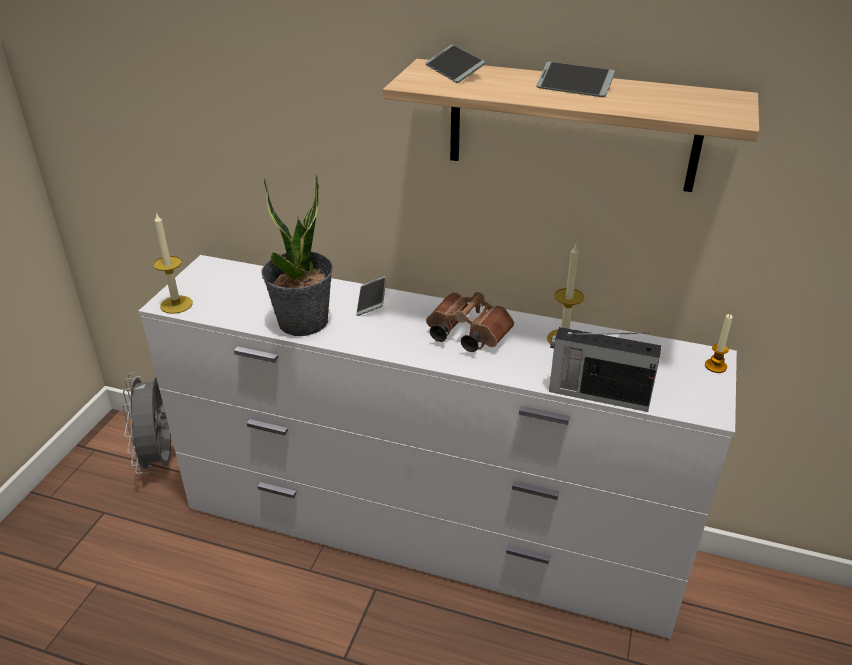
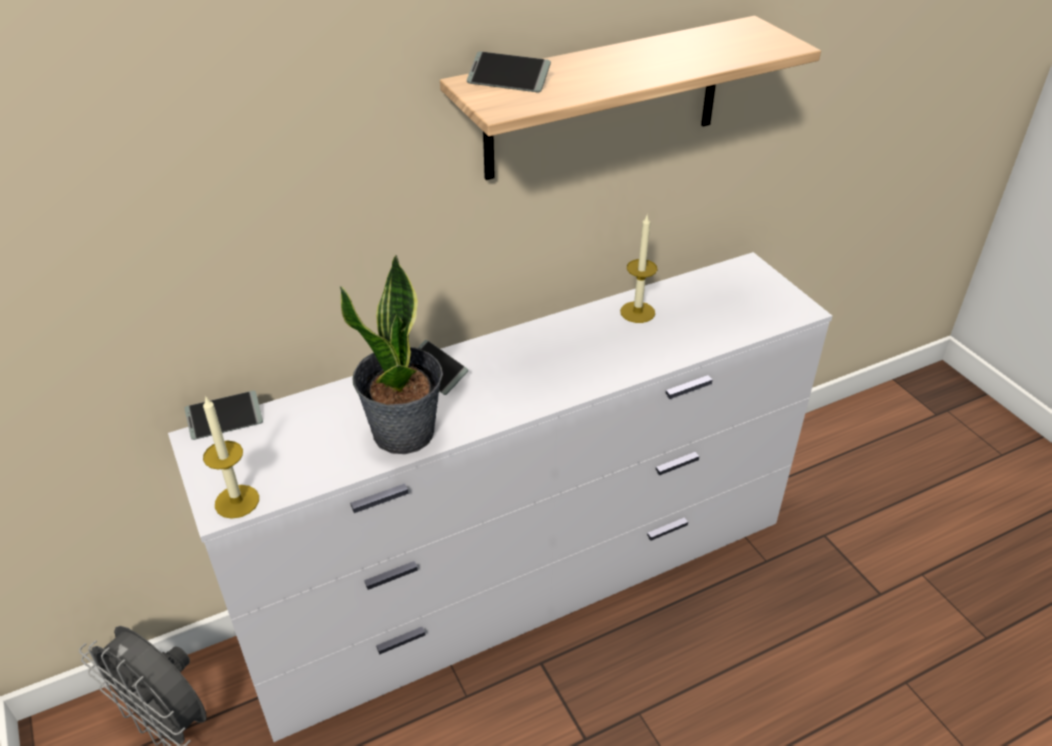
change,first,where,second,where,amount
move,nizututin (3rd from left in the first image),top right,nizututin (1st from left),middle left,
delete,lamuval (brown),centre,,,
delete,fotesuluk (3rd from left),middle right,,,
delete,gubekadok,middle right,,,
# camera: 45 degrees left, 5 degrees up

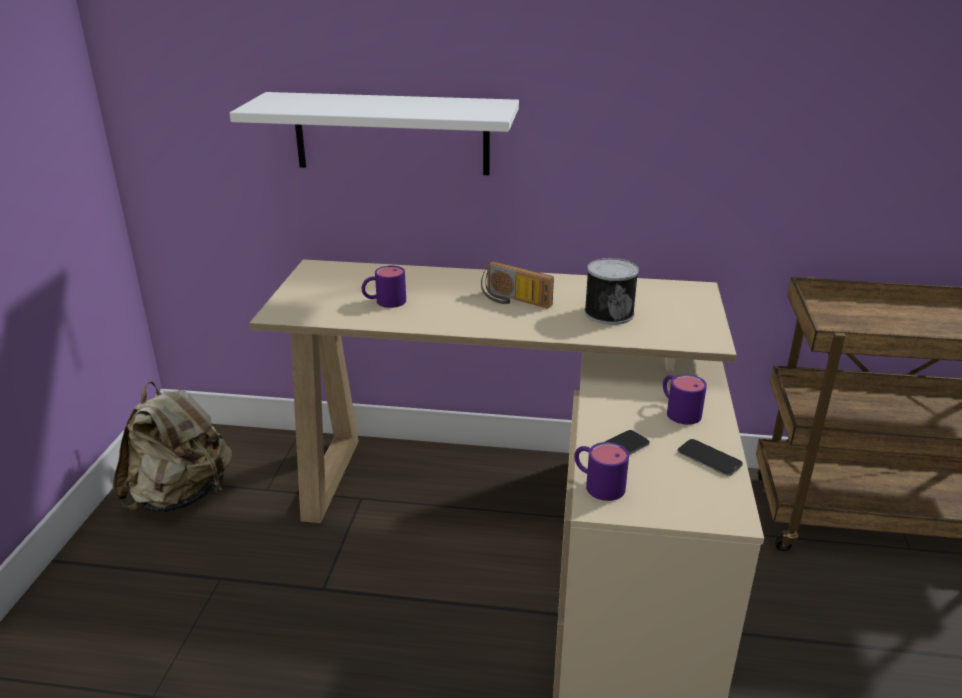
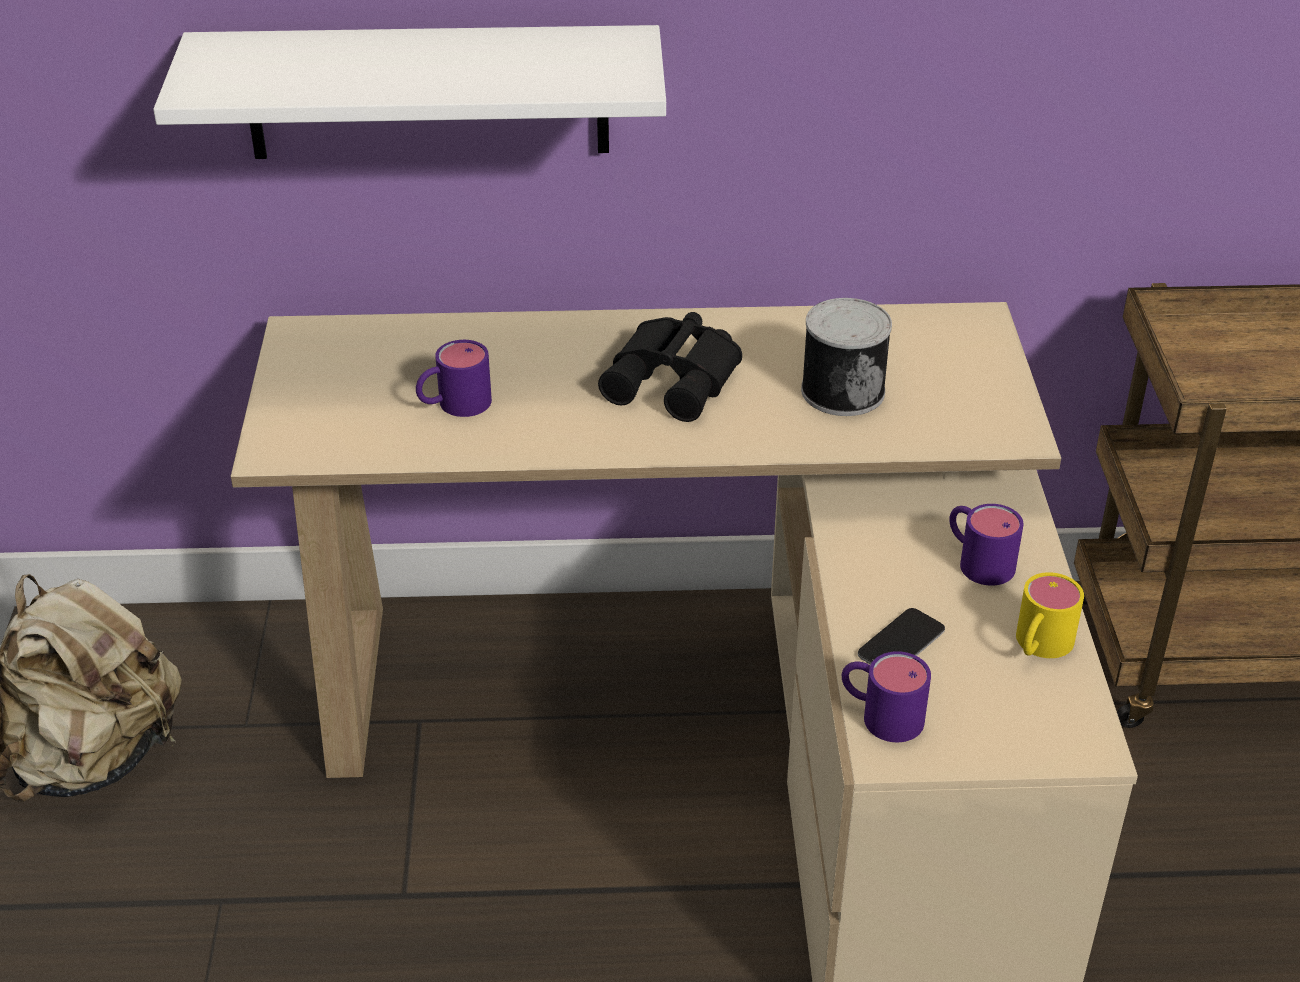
change,first,where,second,where,amount
replace,gubekadok,centre,lamuval (black),centre,
replace,nizututin (2nd from left),middle right,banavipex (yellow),middle right,
# camera: 10 degrees left, 10 degrees up

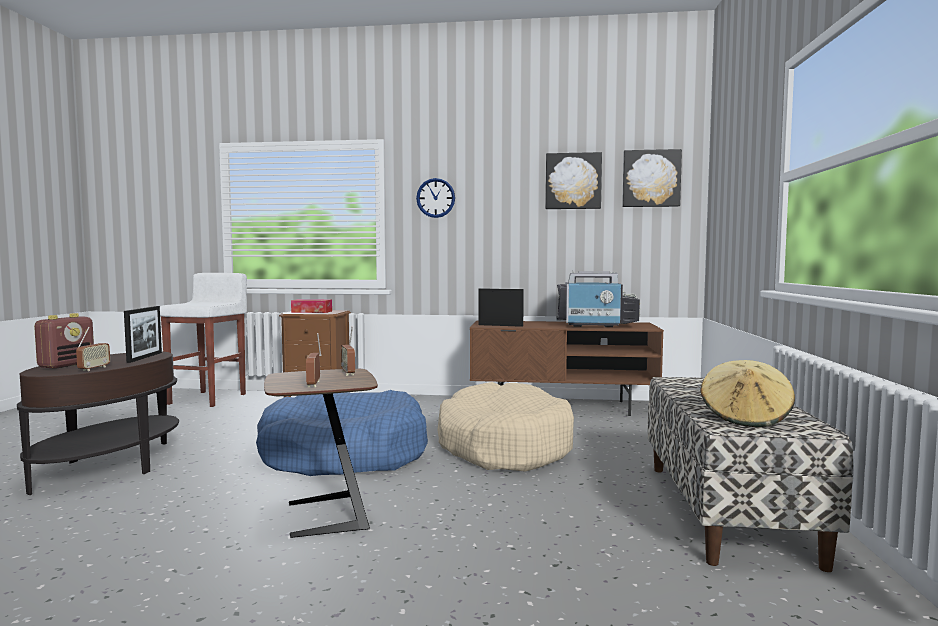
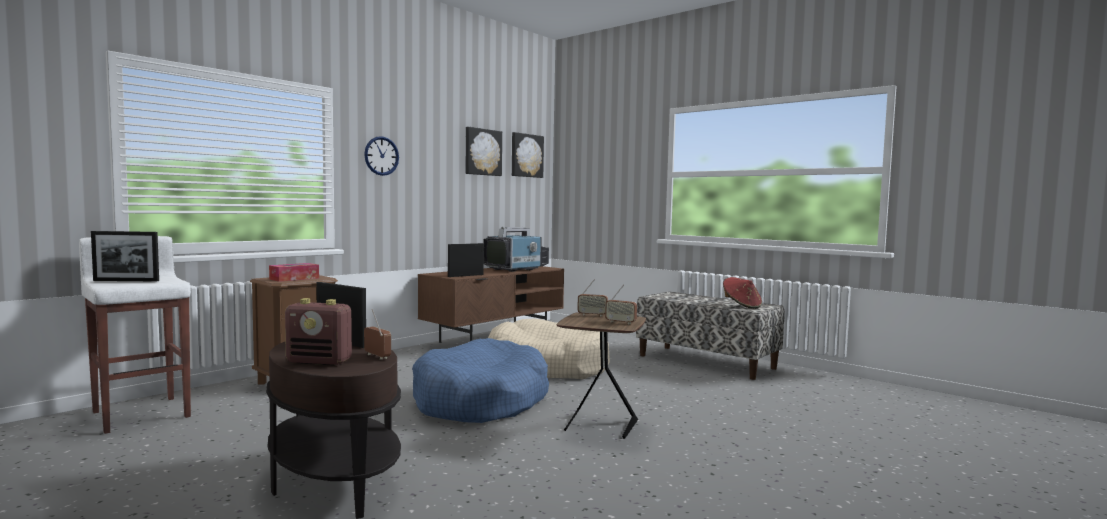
change,first,where,second,where,amount
rotate,gubekadok (1st from left),middle left,,middle left,135 degrees clockwise
recolor,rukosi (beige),middle right,rukosi (red),middle right,
insert,,,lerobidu (1st from left),middle left,
# camera: 55 degrees left, 0 degrees up

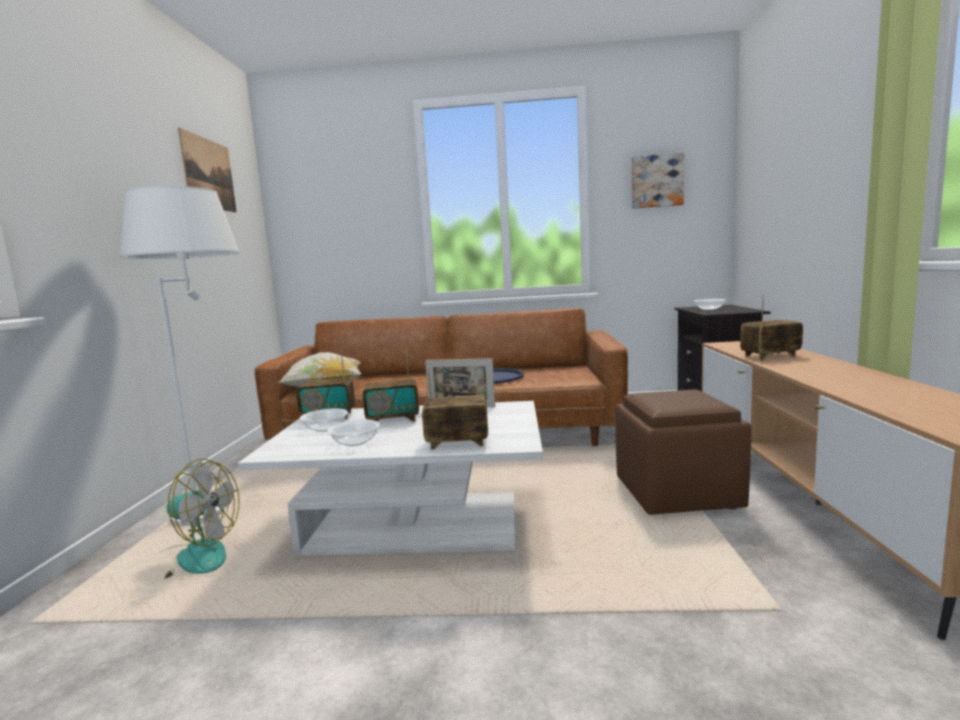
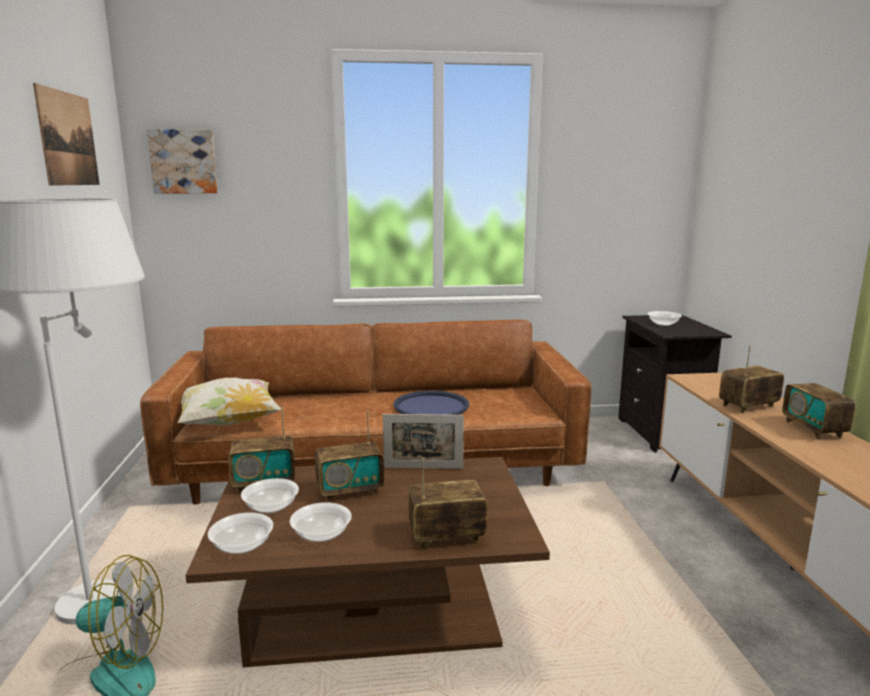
change,first,where,second,where,amount
move,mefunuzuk (2nd from left),top right,,top left,
delete,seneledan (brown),middle right,,,
recolor,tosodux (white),centre,tosodux (brown),bottom centre,
insert,,,gubekadok (5th from left),middle right,
insert,,,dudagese (1st from left),bottom left,
# camera: 10 degrees left, 5 degrees up

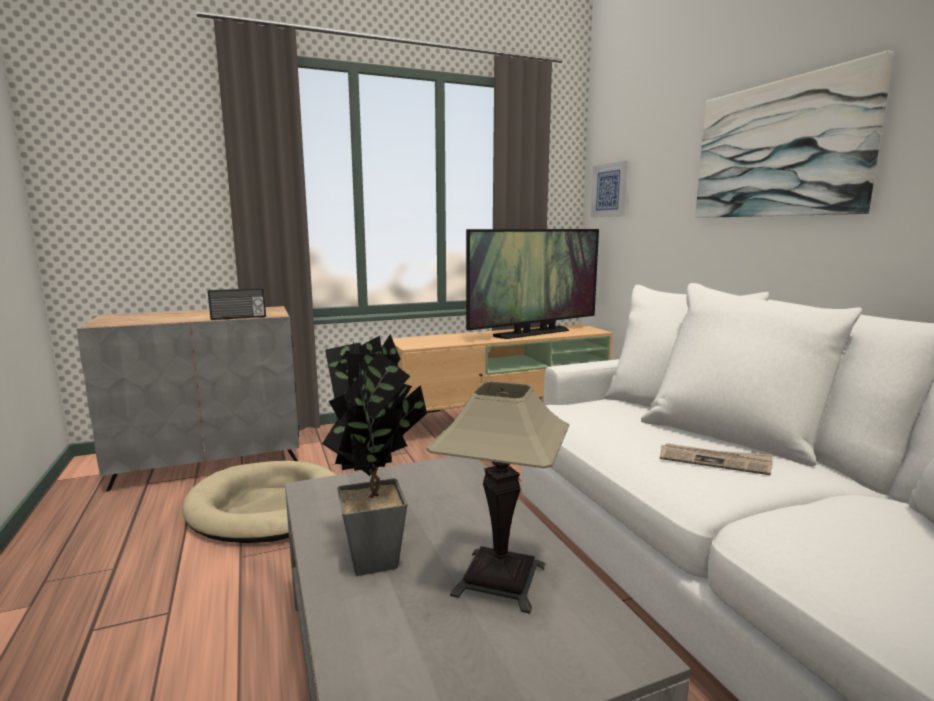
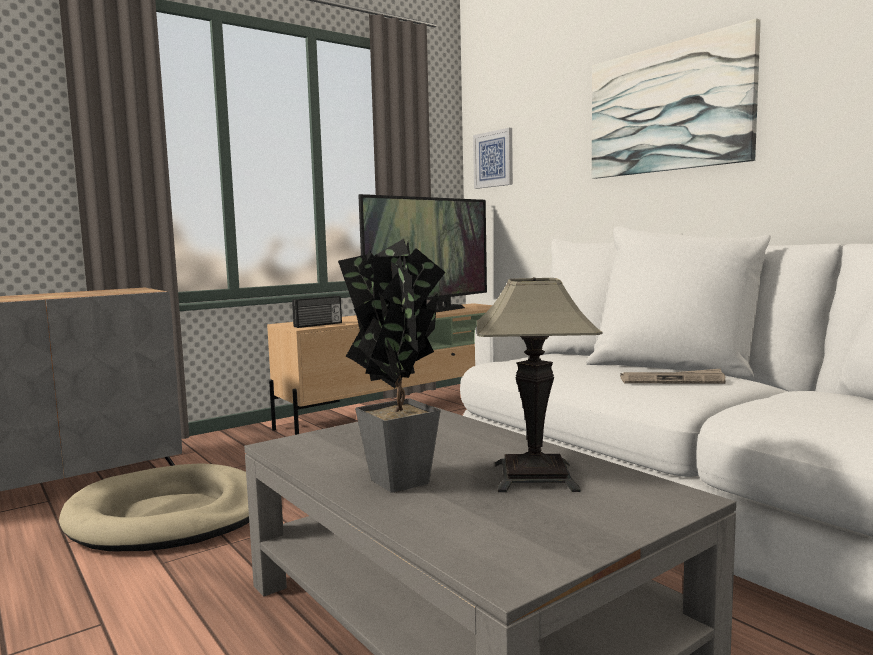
change,first,where,second,where,amount
move,gubekadok,middle left,,centre,
# camera: 15 degrees left, 5 degrees down

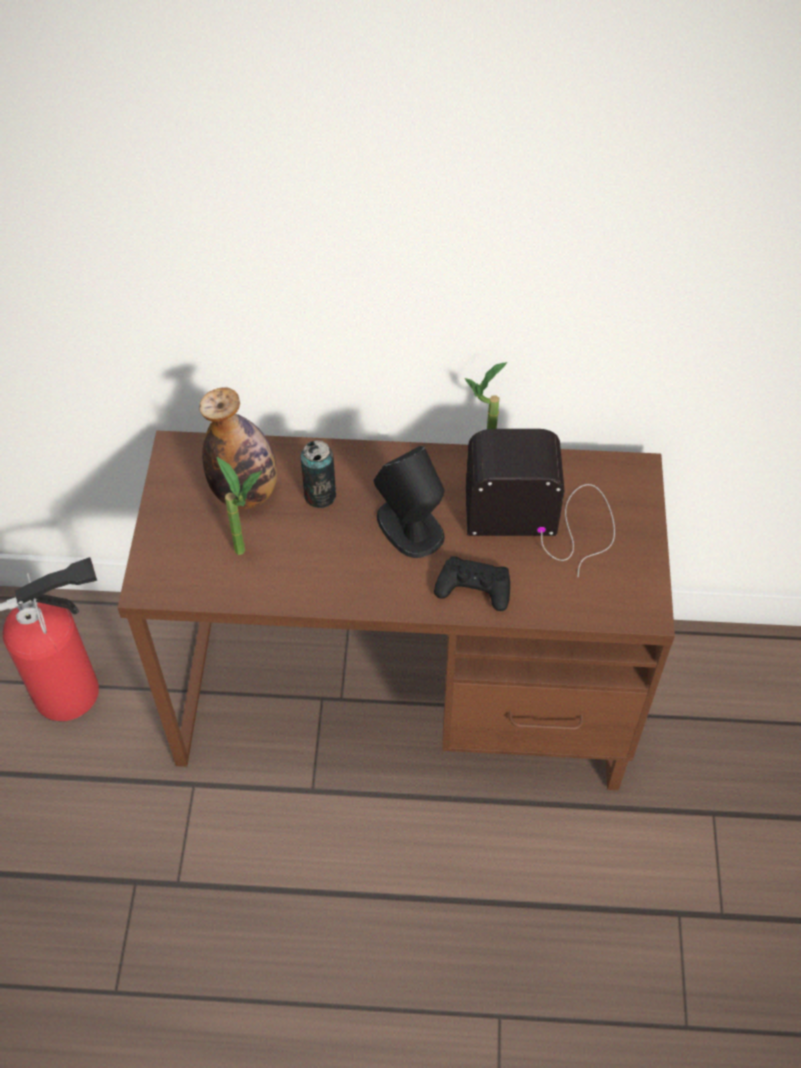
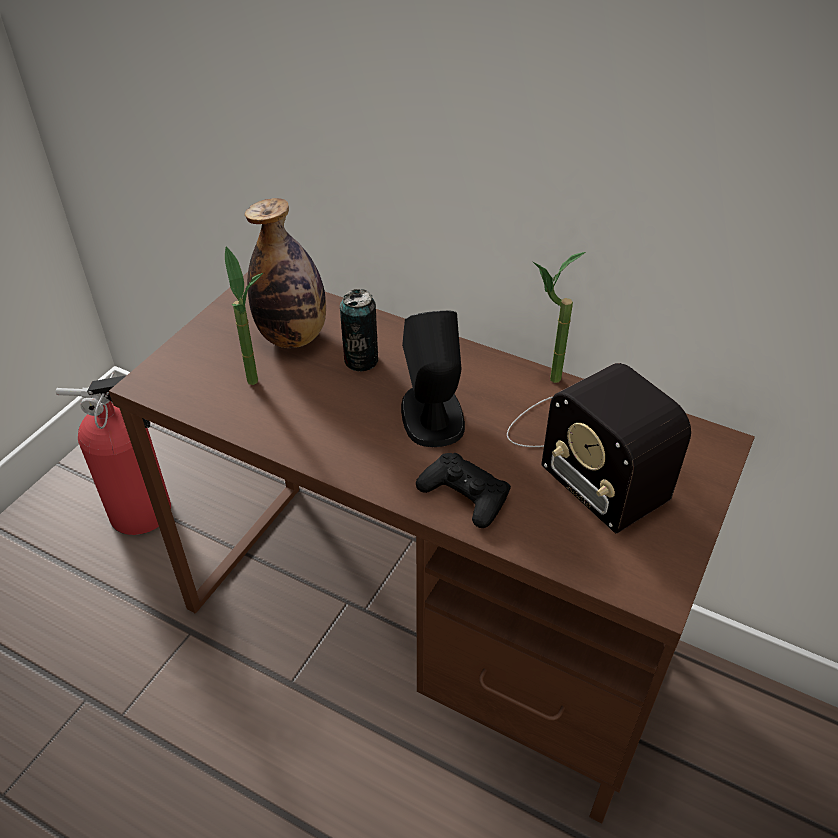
change,first,where,second,where,amount
rotate,gubekadok,middle right,,middle right,150 degrees counterclockwise
# camera: 25 degrees right, 10 degrees down

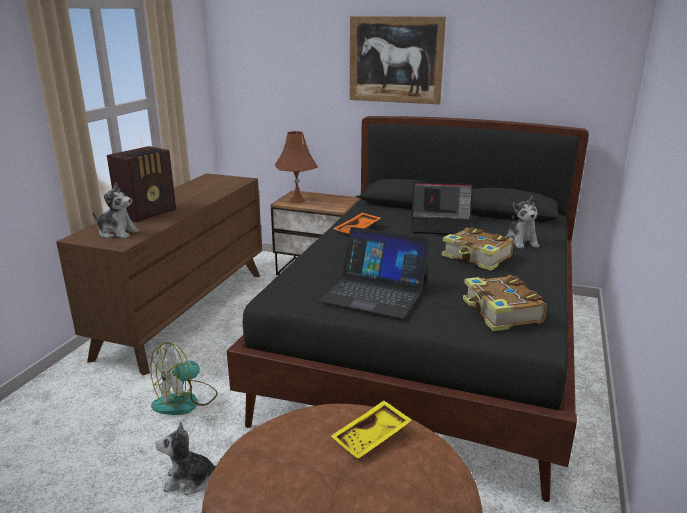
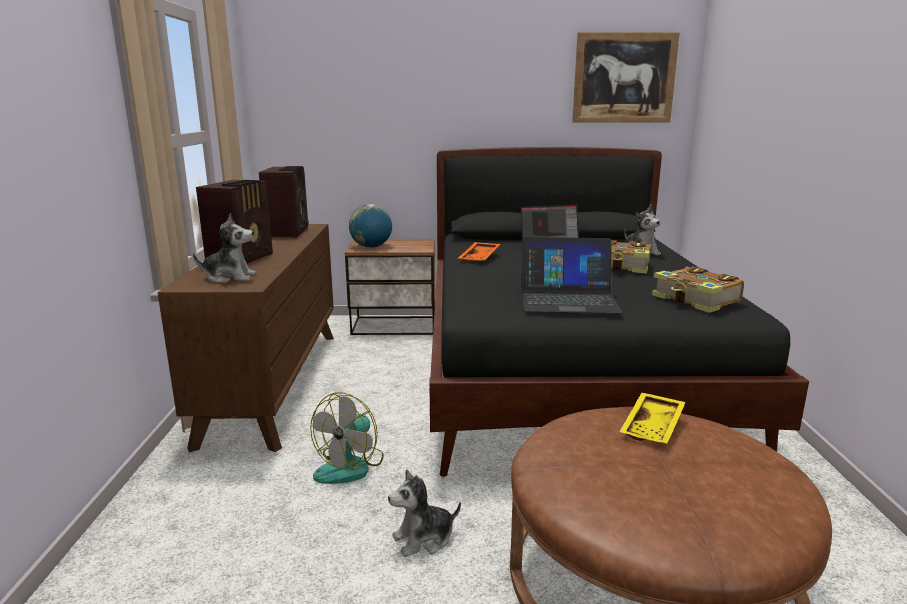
change,first,where,second,where,amount
move,mefunuzuk,top centre,,top right,
replace,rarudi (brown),top centre,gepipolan,centre,
insert,,,gubekadok (2nd from left),middle left,
# camera: 20 degrees left, 5 degrees down

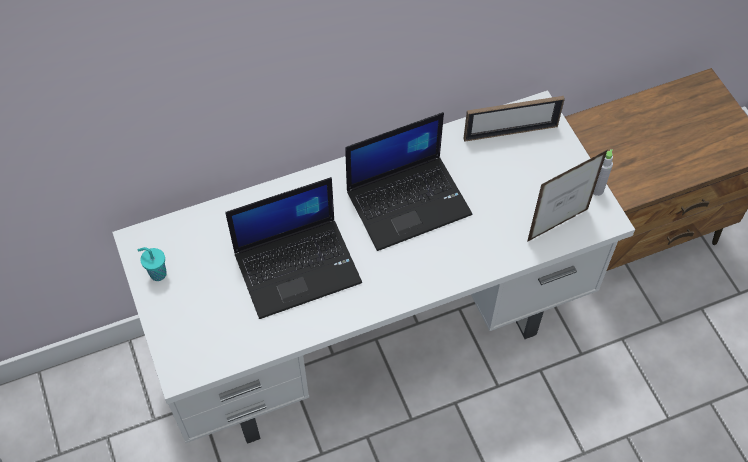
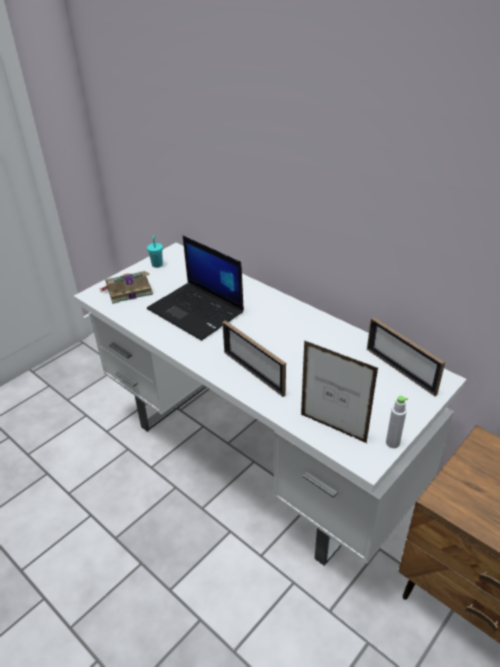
change,first,where,second,where,amount
delete,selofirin (2nd from left),centre,,,
insert,,,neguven,middle left,
insert,,,lerobidu (1st from left),centre,
# camera: 65 degrees right, 20 degrees down

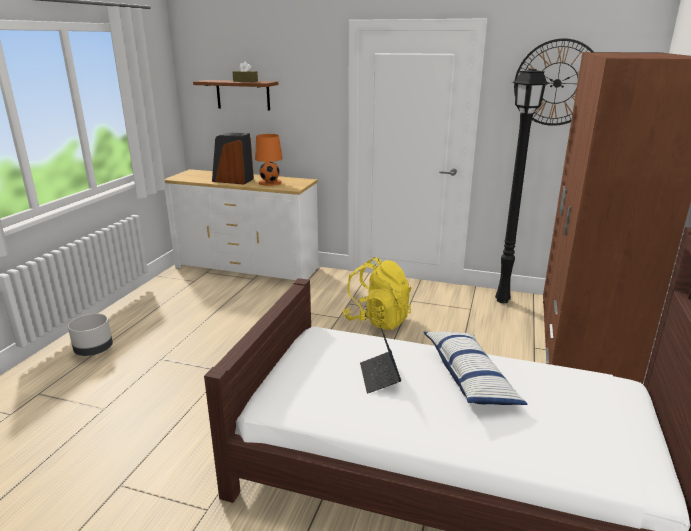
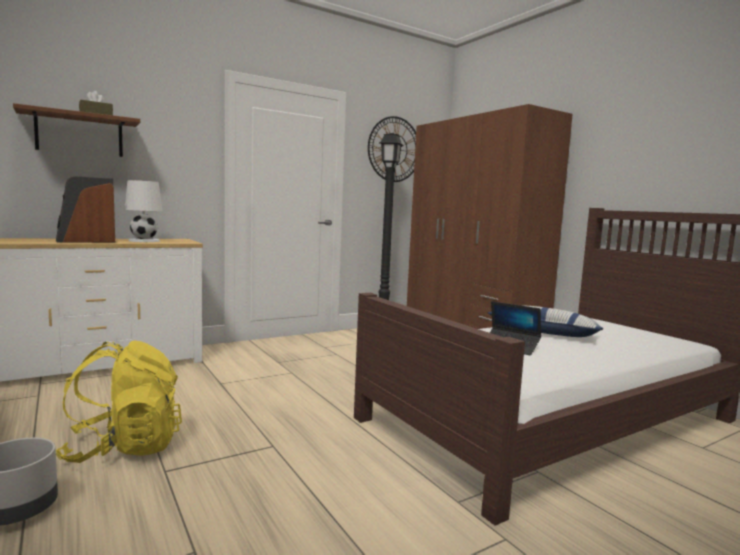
change,first,where,second,where,amount
recolor,rarudi (orange),top centre,rarudi (white),middle left,
move,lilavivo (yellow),centre,,bottom left,
# camera: 50 degrees left, 15 degrees down

